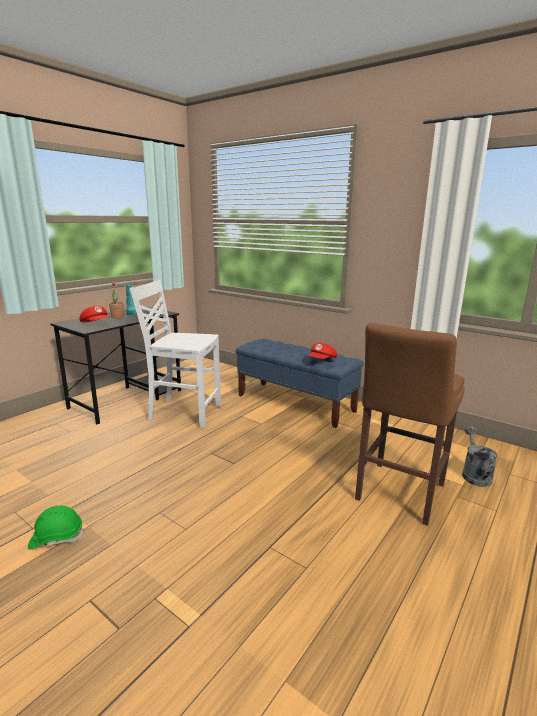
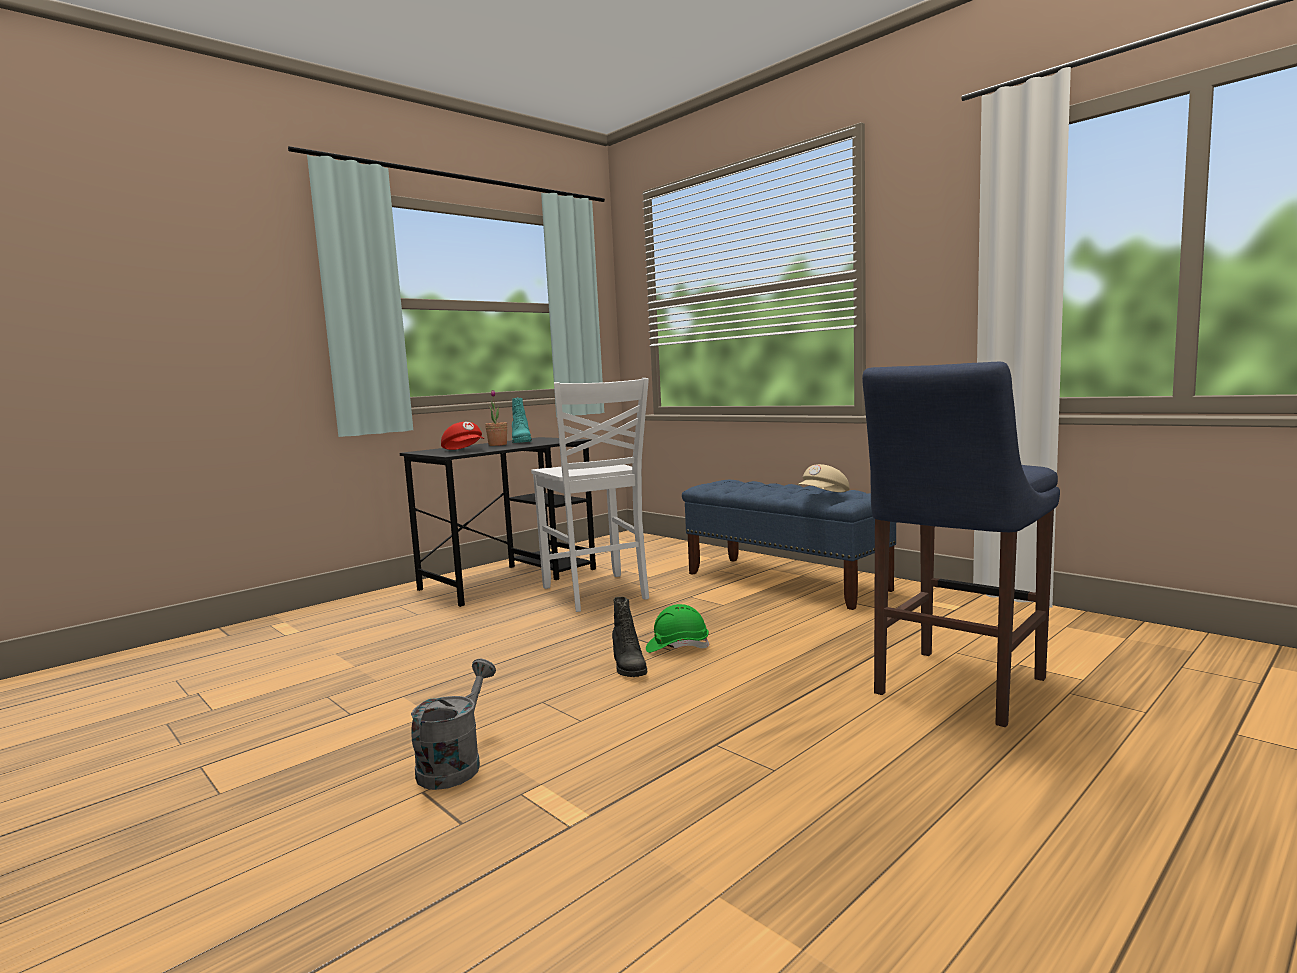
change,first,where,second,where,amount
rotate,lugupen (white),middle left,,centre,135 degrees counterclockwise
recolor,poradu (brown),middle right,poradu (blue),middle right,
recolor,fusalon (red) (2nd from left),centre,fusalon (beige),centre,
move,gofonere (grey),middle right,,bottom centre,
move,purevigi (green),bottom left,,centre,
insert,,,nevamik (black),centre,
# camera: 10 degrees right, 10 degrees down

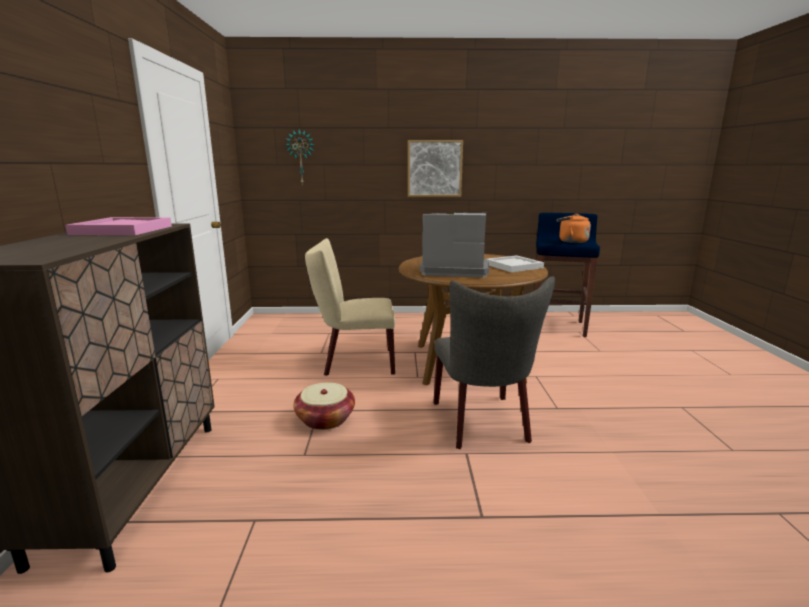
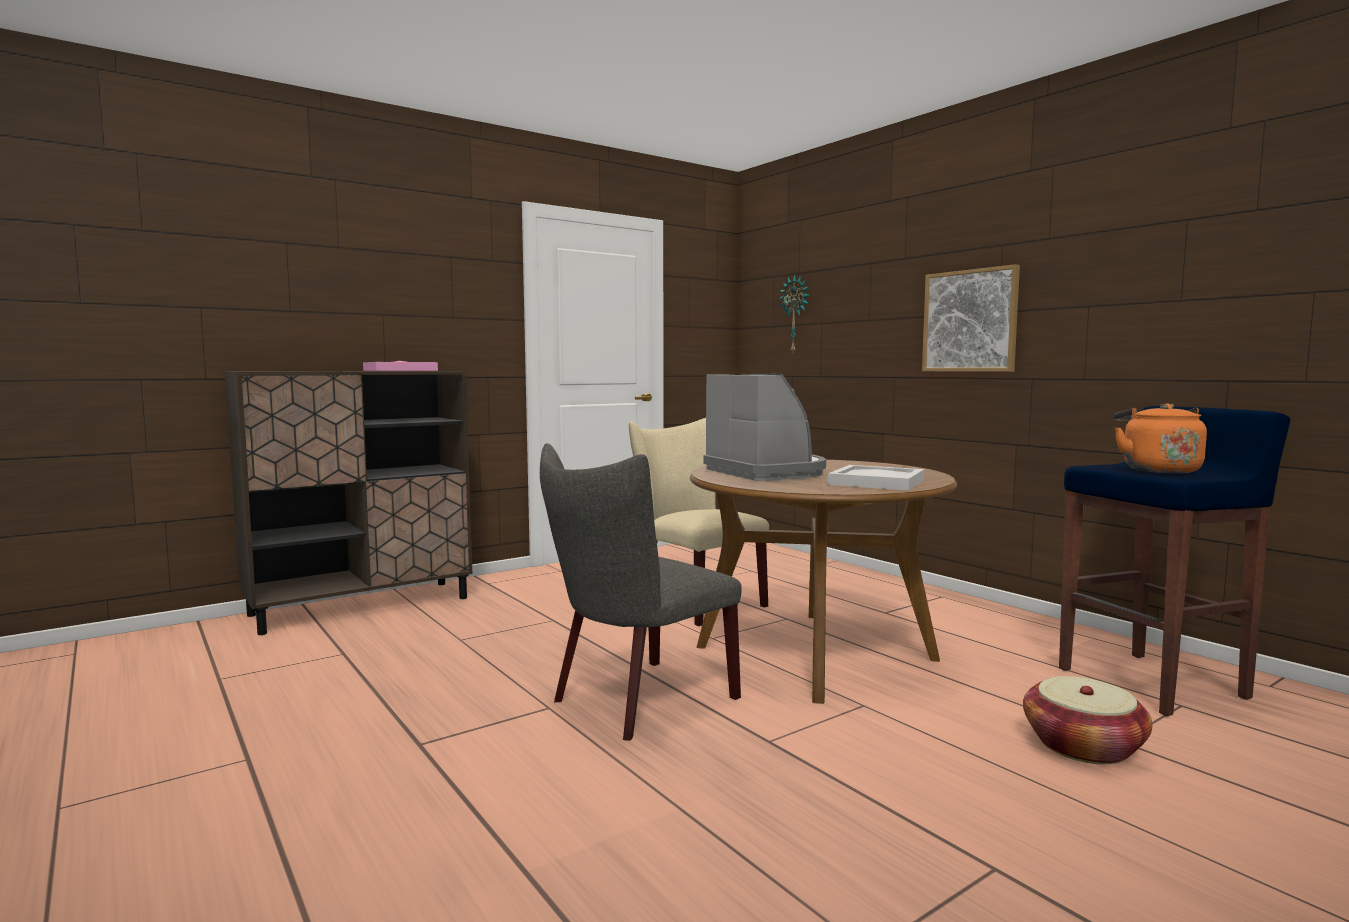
change,first,where,second,where,amount
move,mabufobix,bottom centre,,bottom right,
# camera: 55 degrees right, 10 degrees down

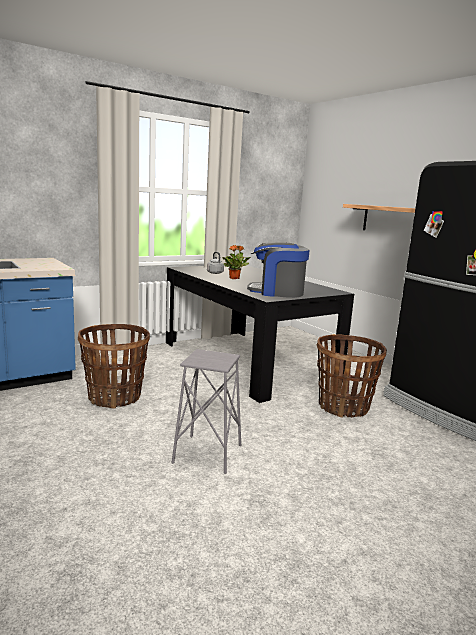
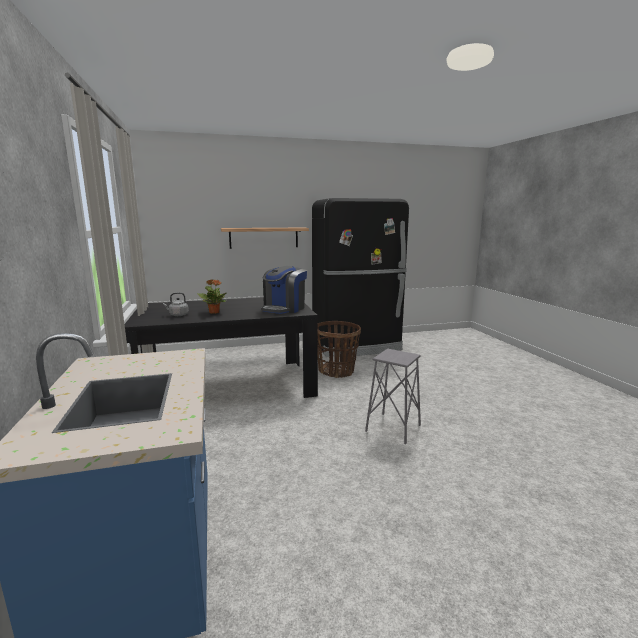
change,first,where,second,where,amount
delete,mabufobix (1st from left),middle left,,,
# camera: 70 degrees left, 0 degrees up

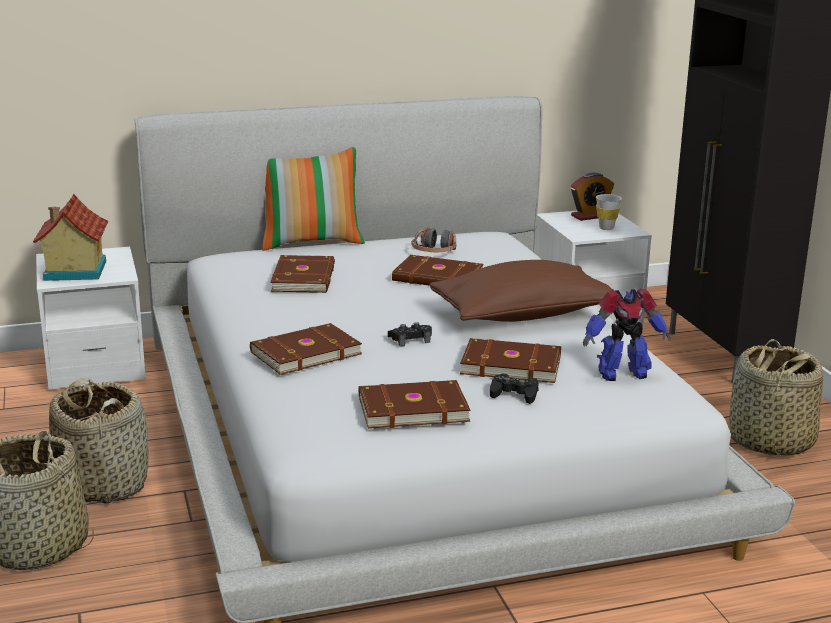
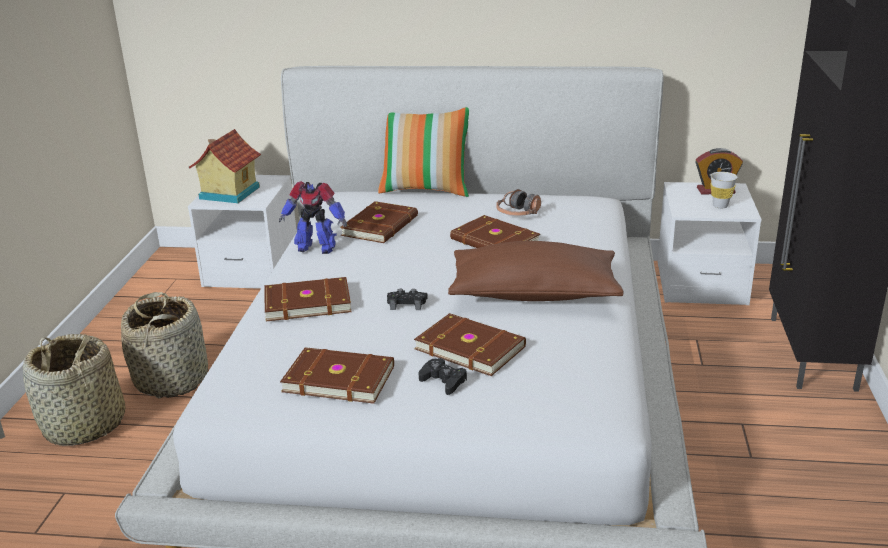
change,first,where,second,where,amount
move,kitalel,middle right,,centre,
delete,mabufobix (3rd from left),middle right,,,
# camera: 25 degrees right, 5 degrees up

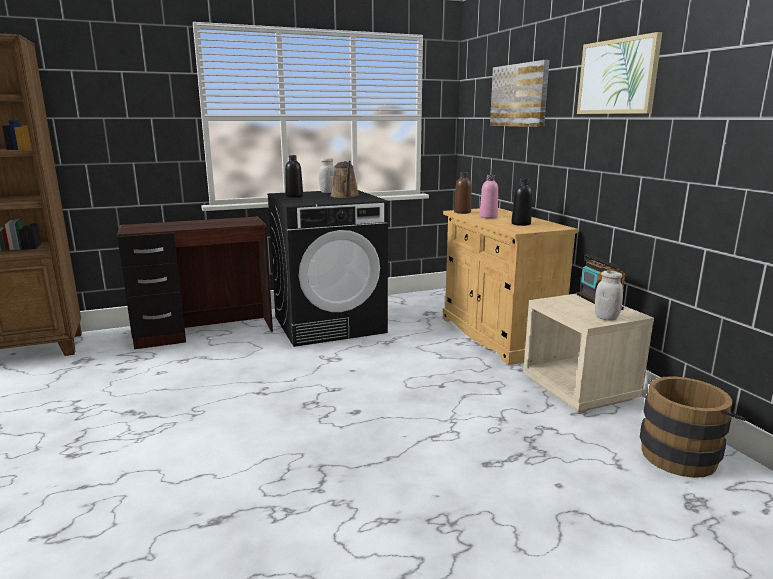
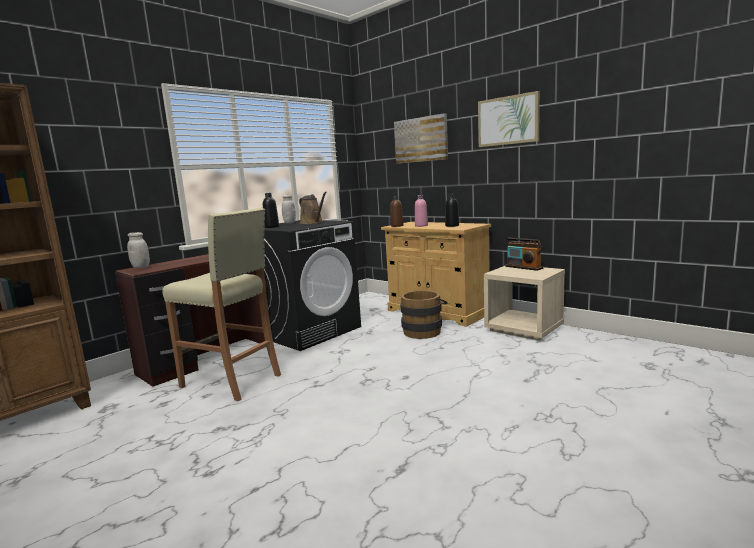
change,first,where,second,where,amount
move,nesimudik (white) (2nd from left in the first image),middle right,nesimudik (white) (1st from left),middle left,
move,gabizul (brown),bottom right,,centre,
insert,,,poradu (beige),middle left,
# camera: 25 degrees left, 5 degrees down

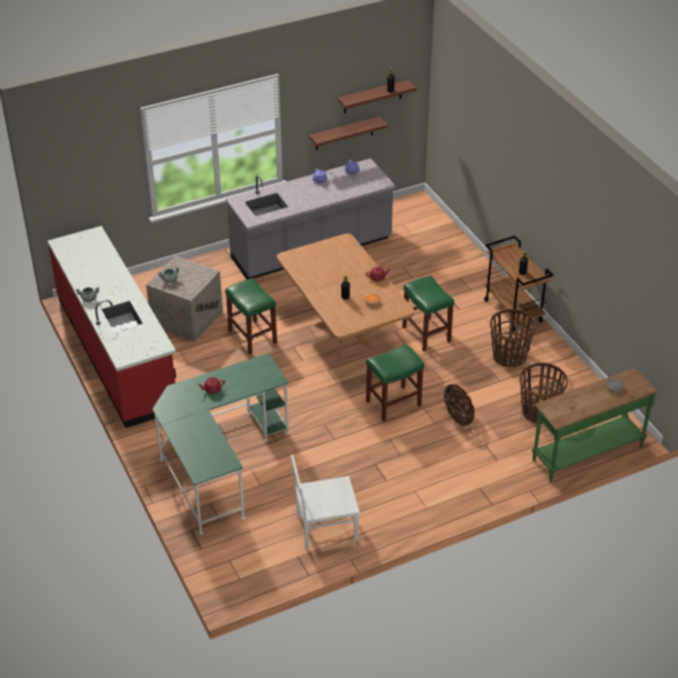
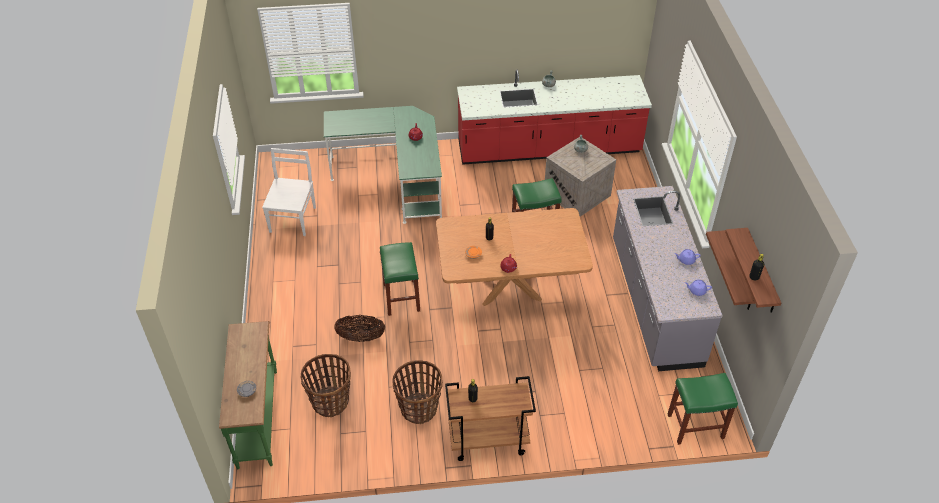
change,first,where,second,where,amount
move,poradu (green) (3rd from left),centre,,bottom right,
# camera: 110 degrees right, 5 degrees up

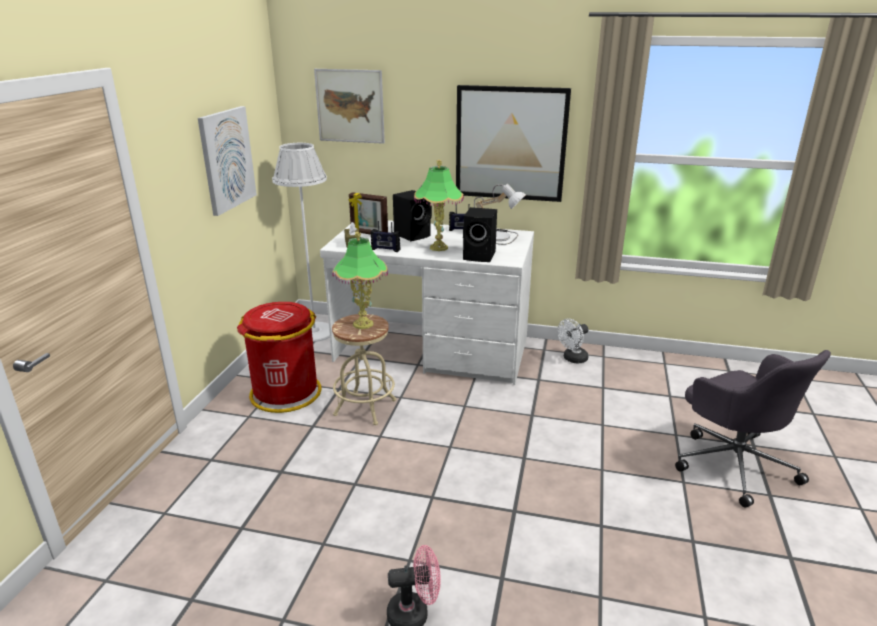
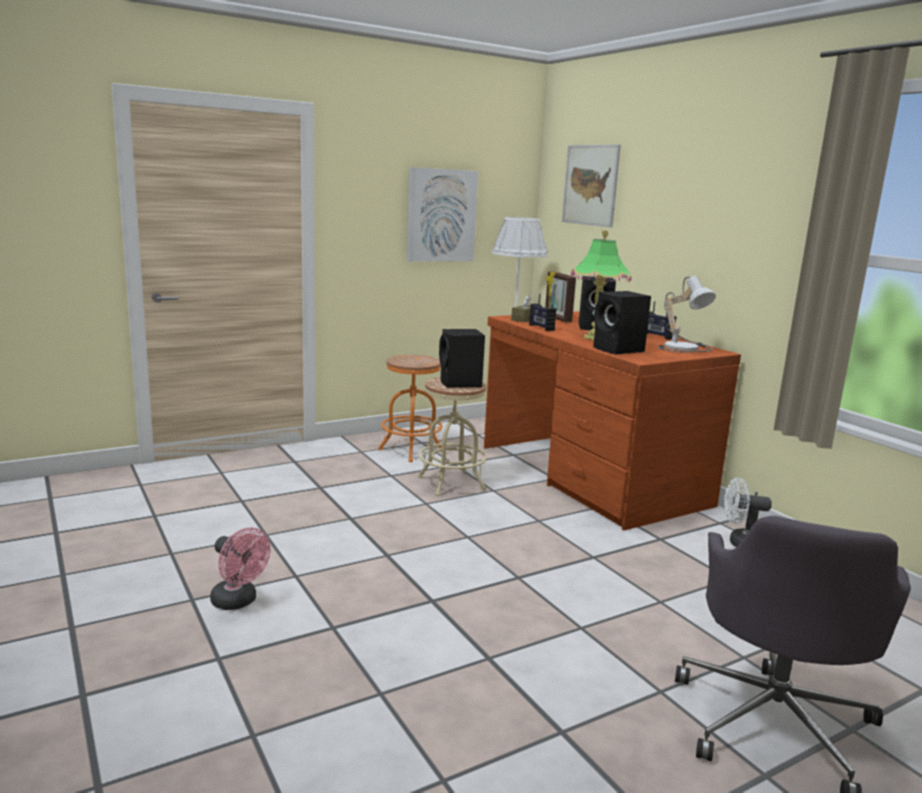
change,first,where,second,where,amount
delete,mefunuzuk (3rd from left),top centre,,,
recolor,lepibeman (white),centre,lepibeman (brown),centre,
replace,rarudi (1st from left),centre,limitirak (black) (1st from left),centre,
replace,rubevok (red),middle left,poradu (orange),centre,
# camera: 45 degrees right, 10 degrees down

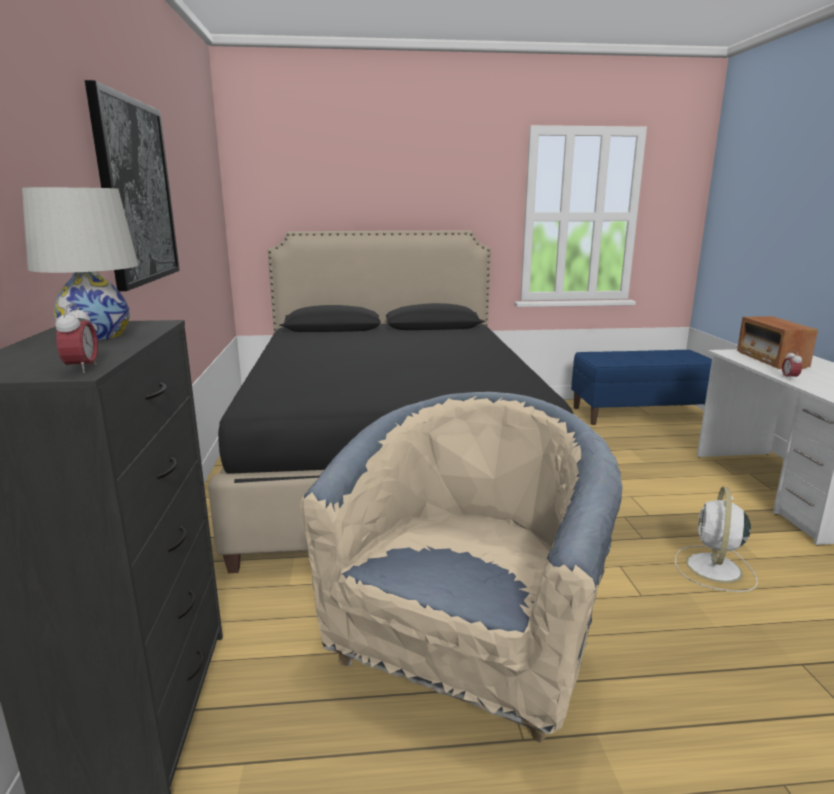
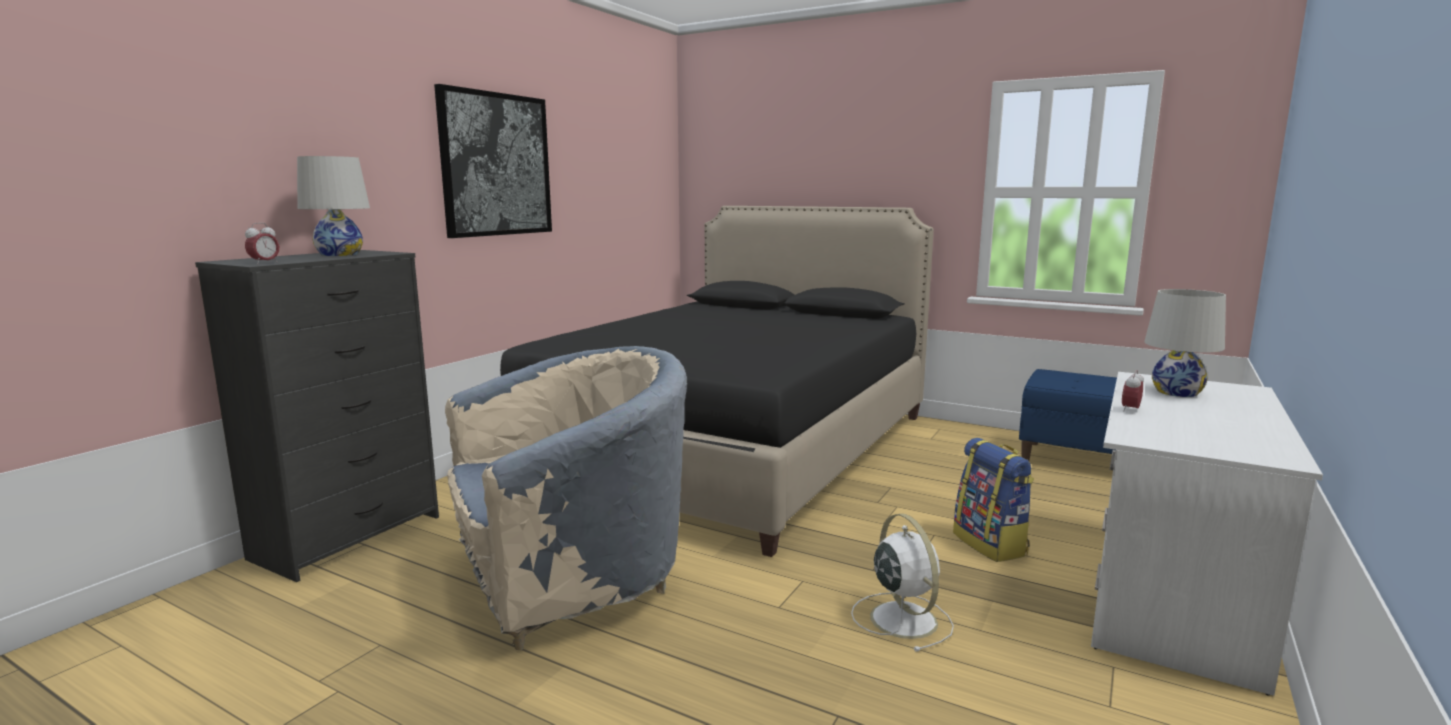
change,first,where,second,where,amount
replace,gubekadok,middle right,rarudi (white) (2nd from left),middle right,
rotate,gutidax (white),bottom right,,bottom centre,105 degrees clockwise
insert,,,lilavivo,bottom right,
# camera: 35 degrees right, 5 degrees down

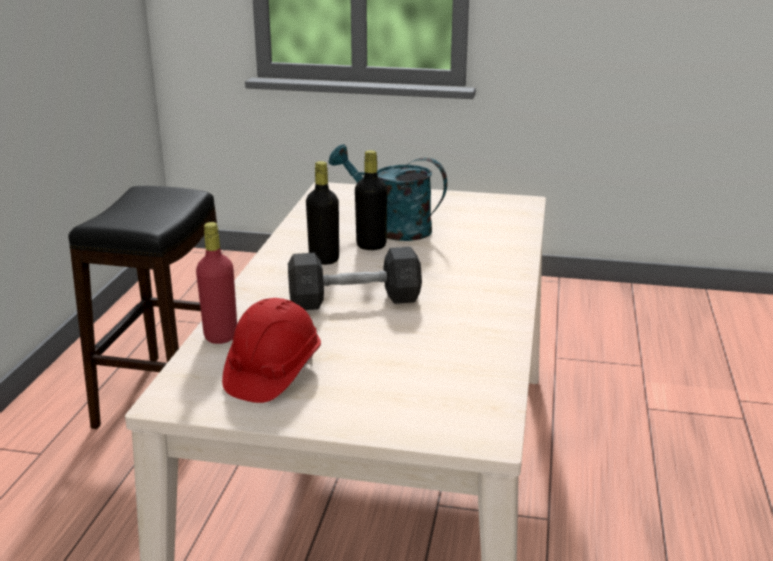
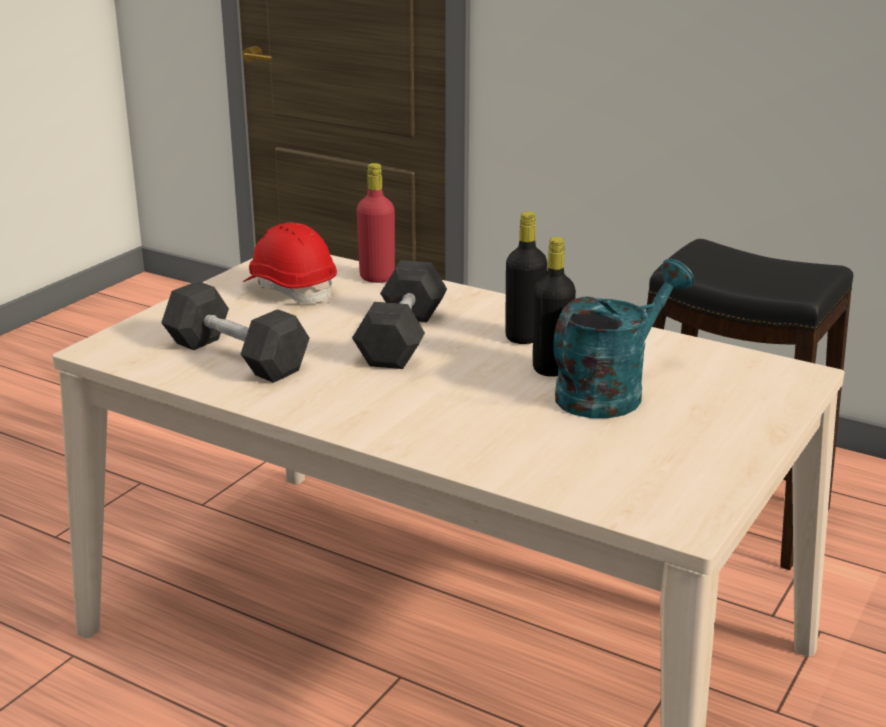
change,first,where,second,where,amount
insert,,,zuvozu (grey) (1st from left),middle left,
# camera: 110 degrees right, 0 degrees up

